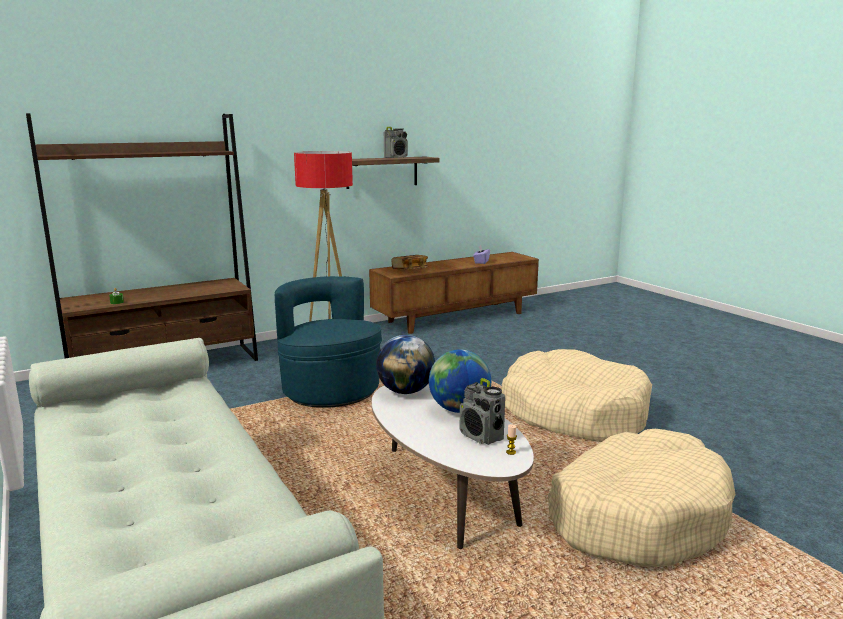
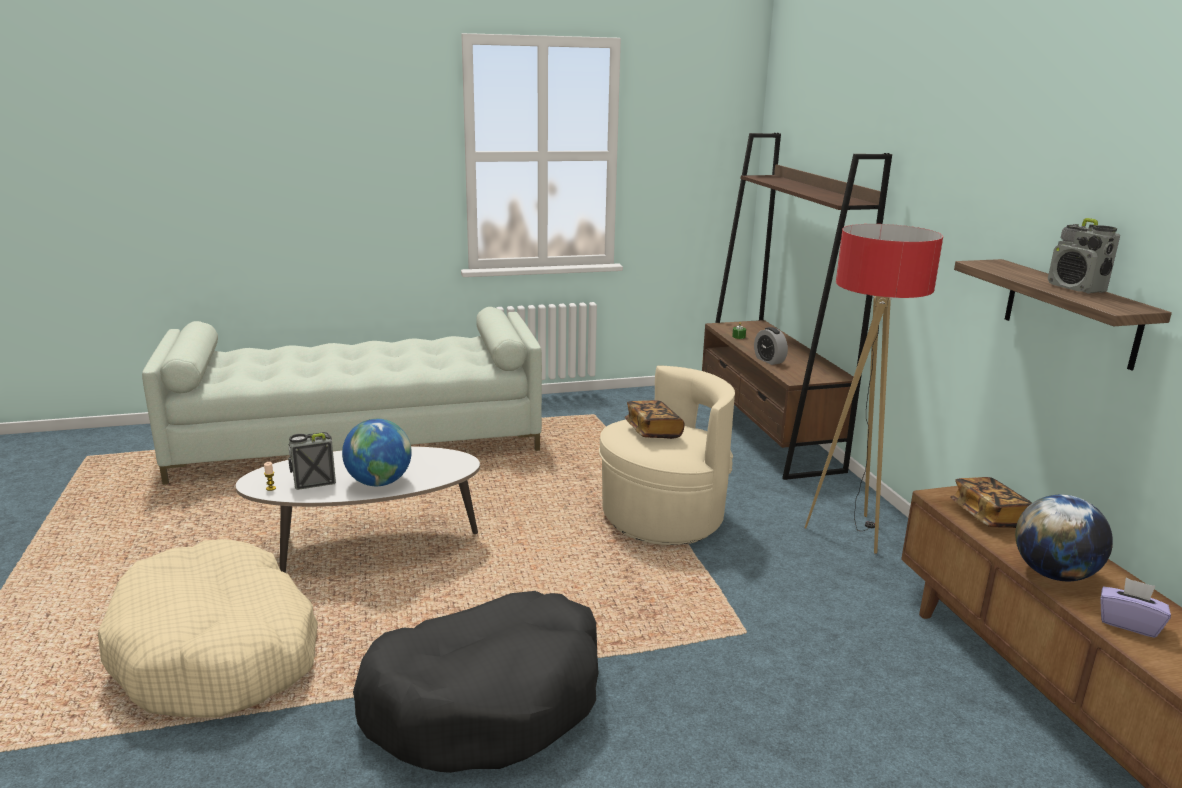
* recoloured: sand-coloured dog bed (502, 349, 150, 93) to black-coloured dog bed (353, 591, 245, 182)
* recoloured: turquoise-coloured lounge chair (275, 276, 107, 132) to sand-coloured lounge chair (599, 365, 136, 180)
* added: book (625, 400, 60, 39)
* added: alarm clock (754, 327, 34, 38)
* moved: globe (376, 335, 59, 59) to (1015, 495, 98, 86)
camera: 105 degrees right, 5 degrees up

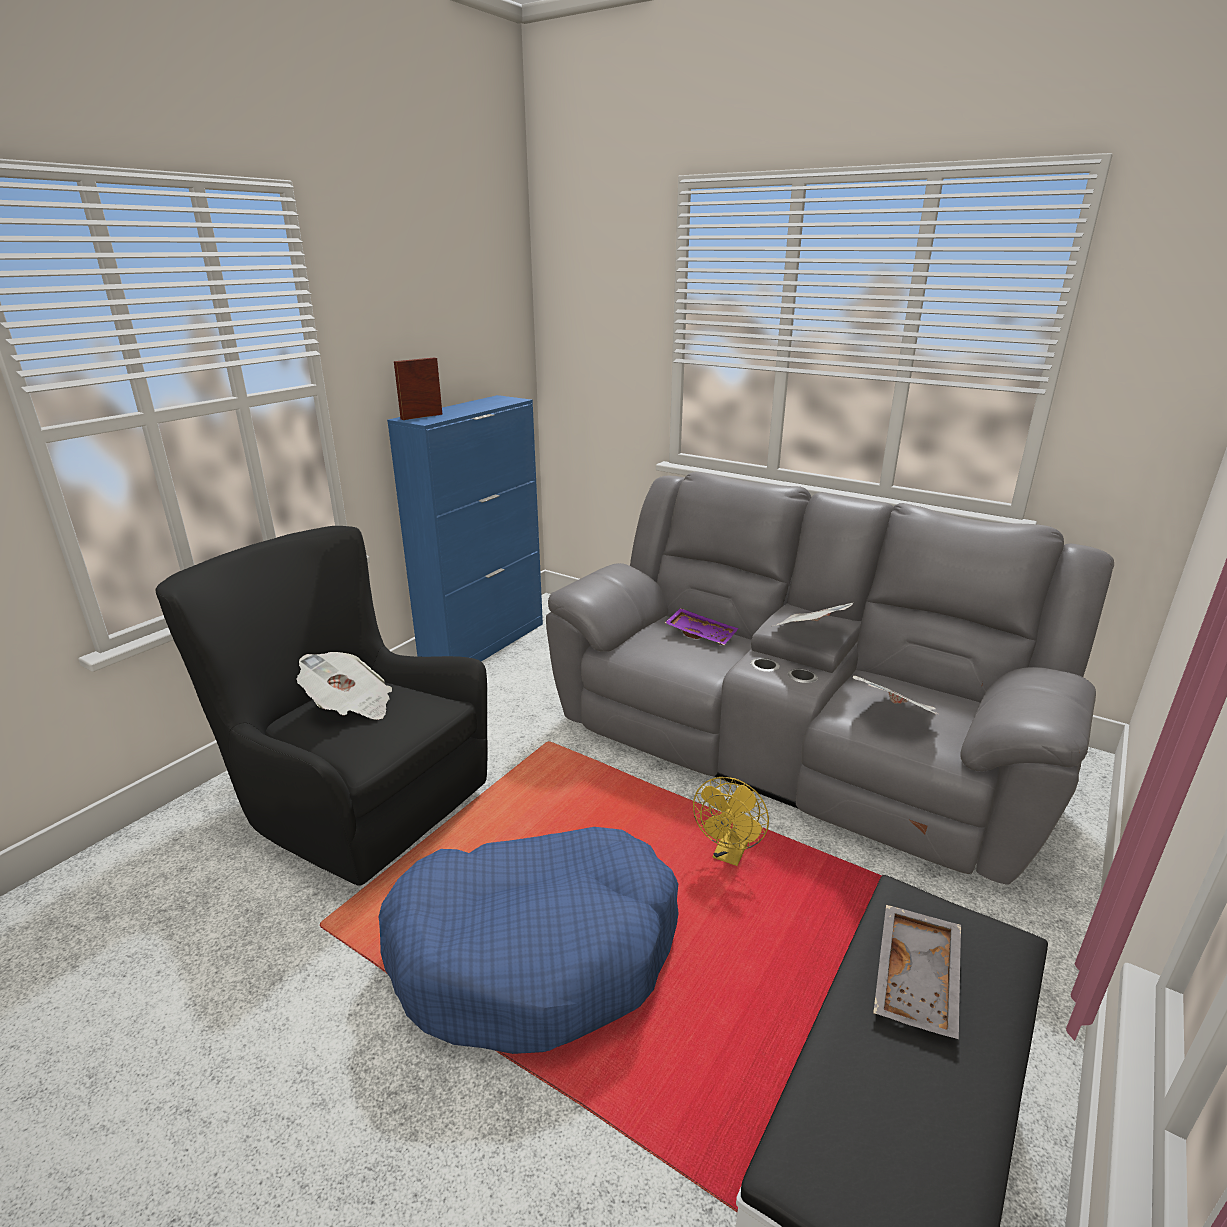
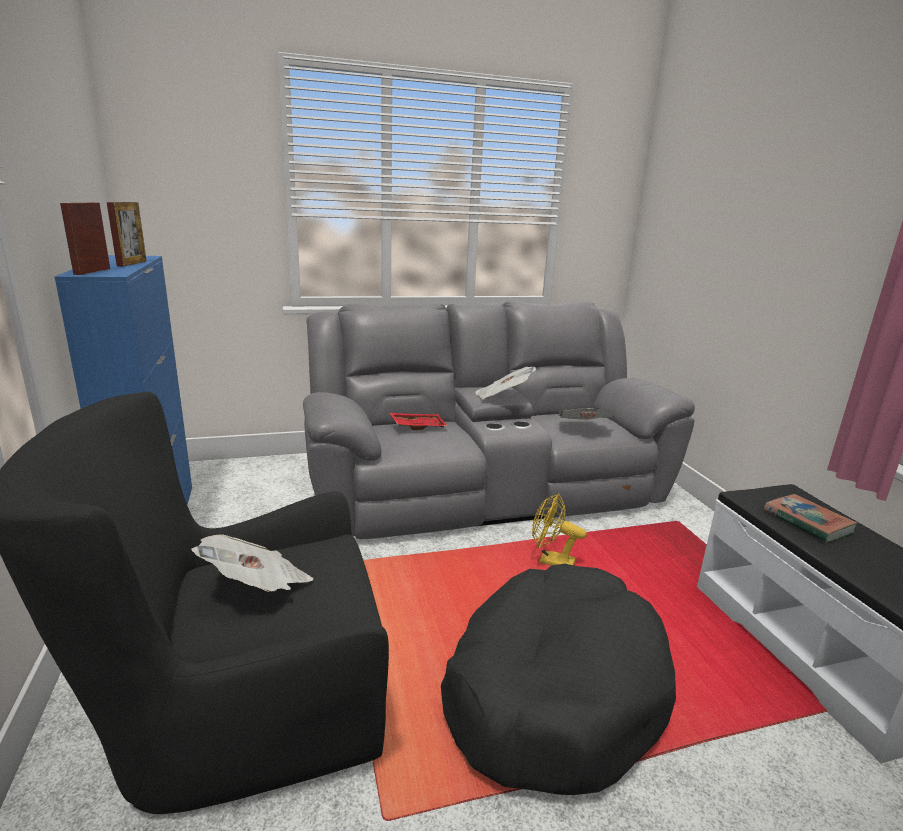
* added: photo frame (107, 202, 40, 64)
* recoloured: purplish carrying tray (665, 608, 74, 37) to reddish carrying tray (390, 413, 58, 17)
* recoloured: bluish dog bed (378, 827, 301, 227) to black-coloured dog bed (441, 564, 235, 231)
* turned: yellow-coloured fan (693, 777, 76, 89) = (532, 493, 55, 73) 135 degrees clockwise
* replaced: greyish carrying tray (873, 905, 88, 134) to book (764, 494, 94, 49)
camera: 50 degrees left, 5 degrees down

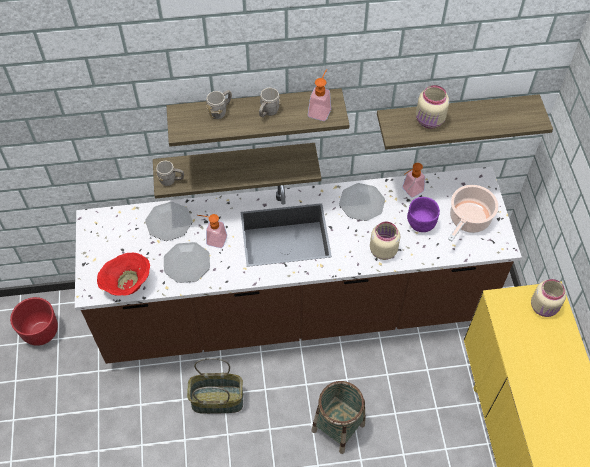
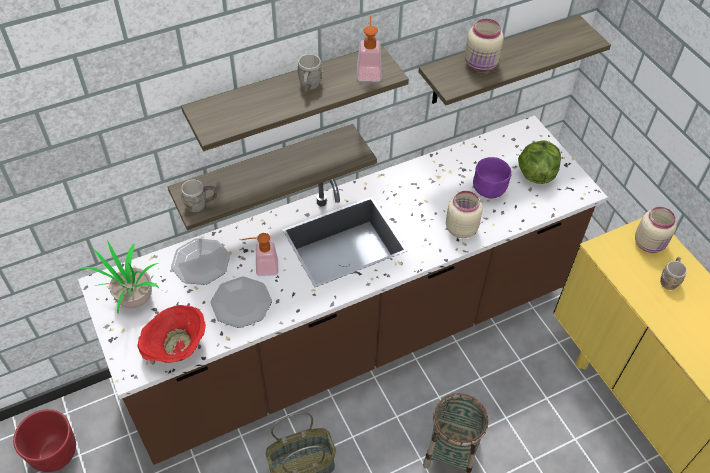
* added: houseplant (79, 240, 80, 73)
* replaced: cooking pot (448, 185, 50, 56) to head of lettuce (518, 140, 43, 44)
* moved: greyish tea mug (206, 90, 26, 29) to (660, 257, 27, 33)
* removed: flat dish (339, 183, 46, 38)
* removed: soap dispenser (402, 163, 23, 35)
camera: 20 degrees left, 5 degrees down

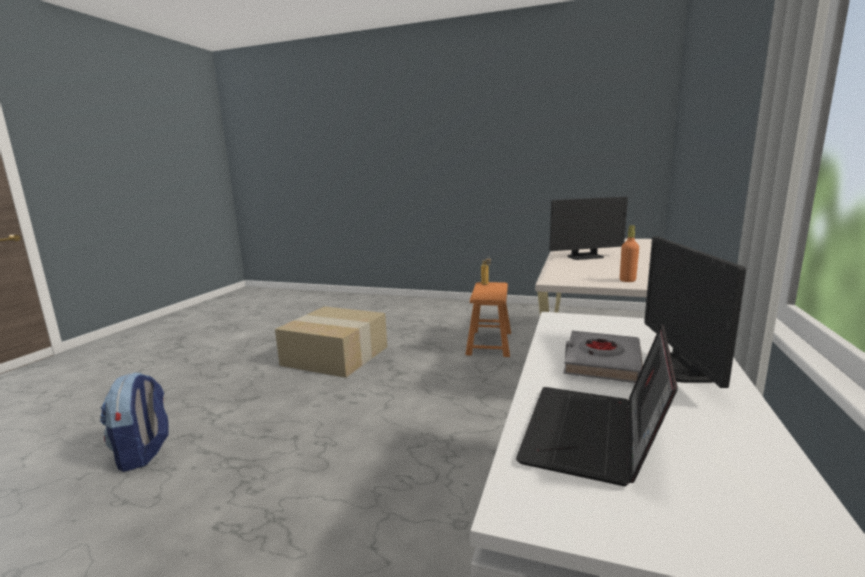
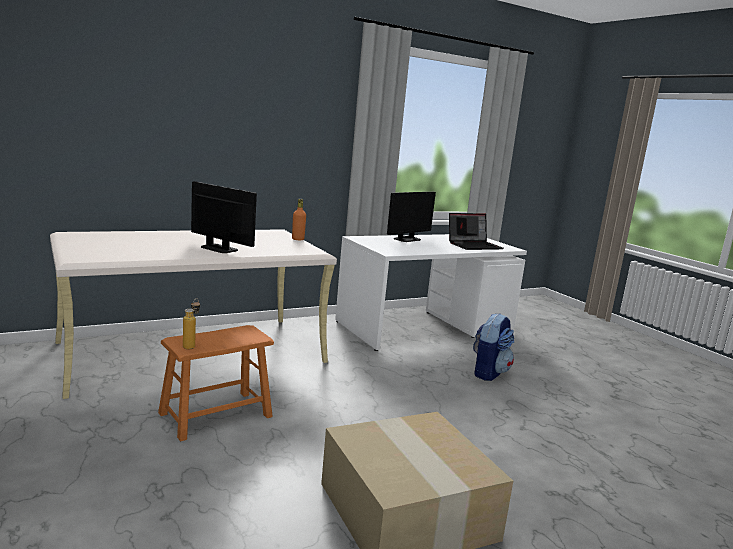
* moved: backpack (100, 372, 69, 100) to (473, 313, 41, 68)
* removed: greyish book (563, 331, 80, 52)
camera: 140 degrees left, 0 degrees up

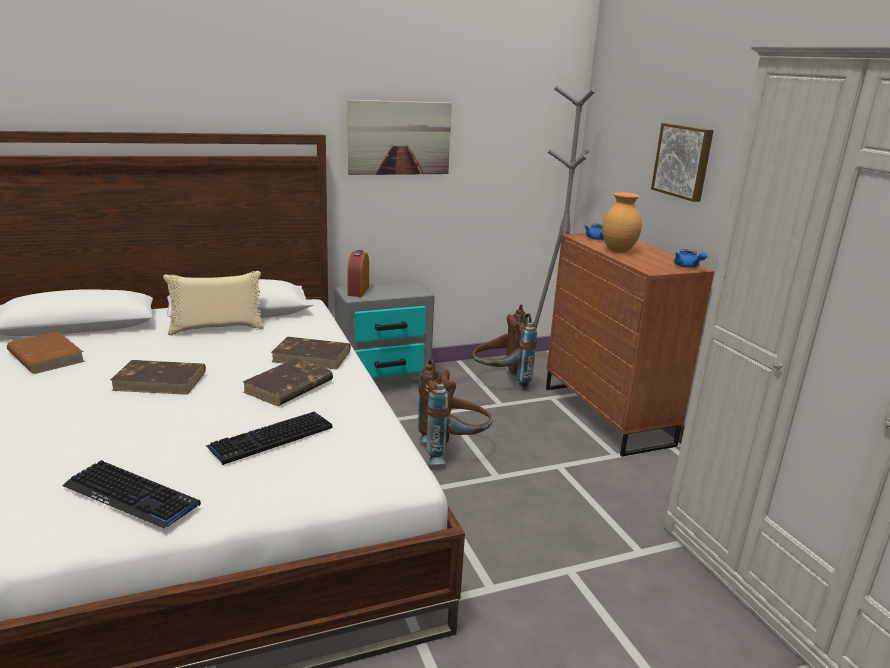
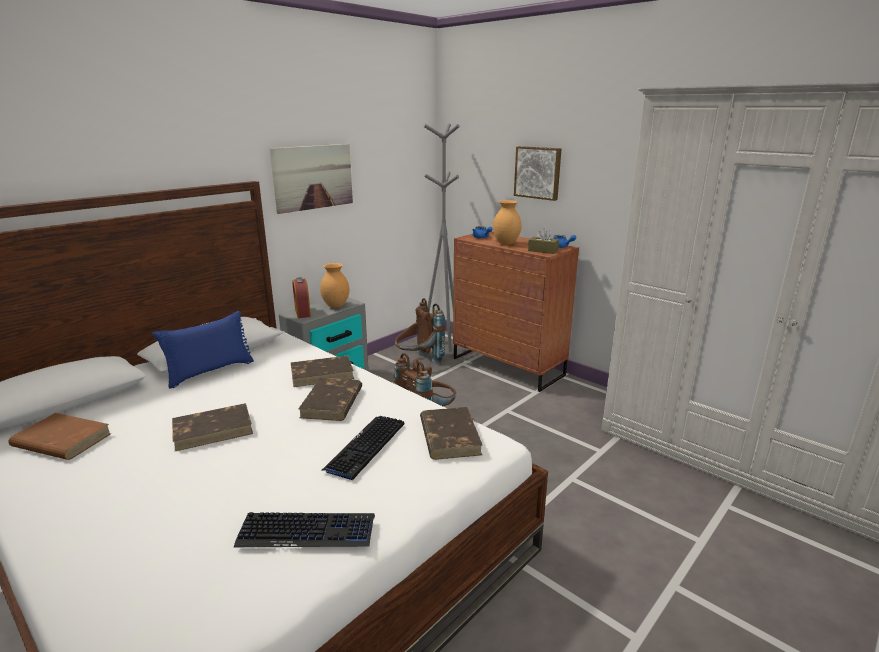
* recoloured: sand-coloured cushion (163, 271, 101, 65) to bluish cushion (152, 311, 102, 77)
* added: brownish decorative vase (320, 263, 29, 45)
* added: brownish book (420, 407, 62, 53)
* added: brownish box of tissues (528, 228, 31, 26)
camera: 25 degrees left, 0 degrees up

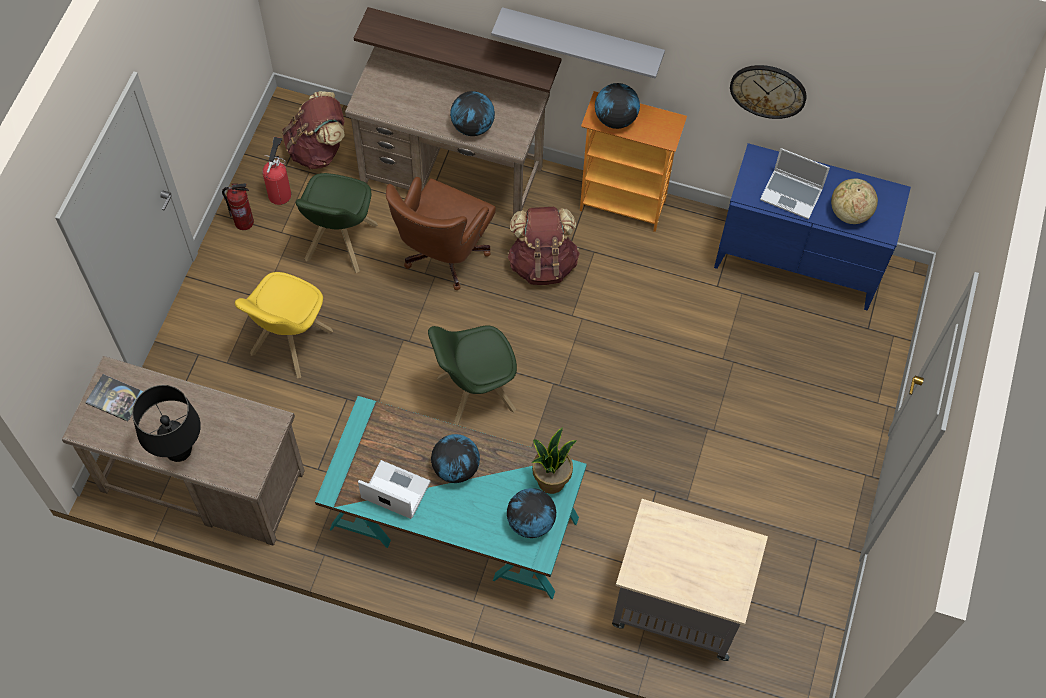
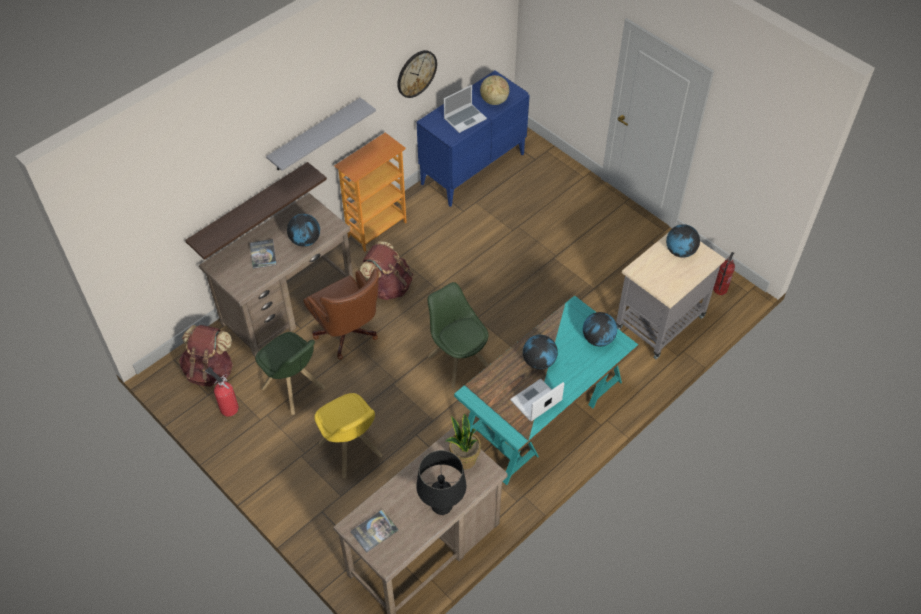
* added: book (250, 239, 27, 30)
* turned: greenish plain chair (428, 325, 89, 100) = (428, 282, 61, 106) 135 degrees clockwise
* moved: houseplant (531, 427, 46, 67) to (446, 413, 35, 56)
* moved: globe (595, 83, 45, 46) to (666, 224, 34, 34)
* moved: extinguisher (222, 183, 32, 47) to (713, 252, 22, 43)
camera: 60 degrees left, 10 degrees down

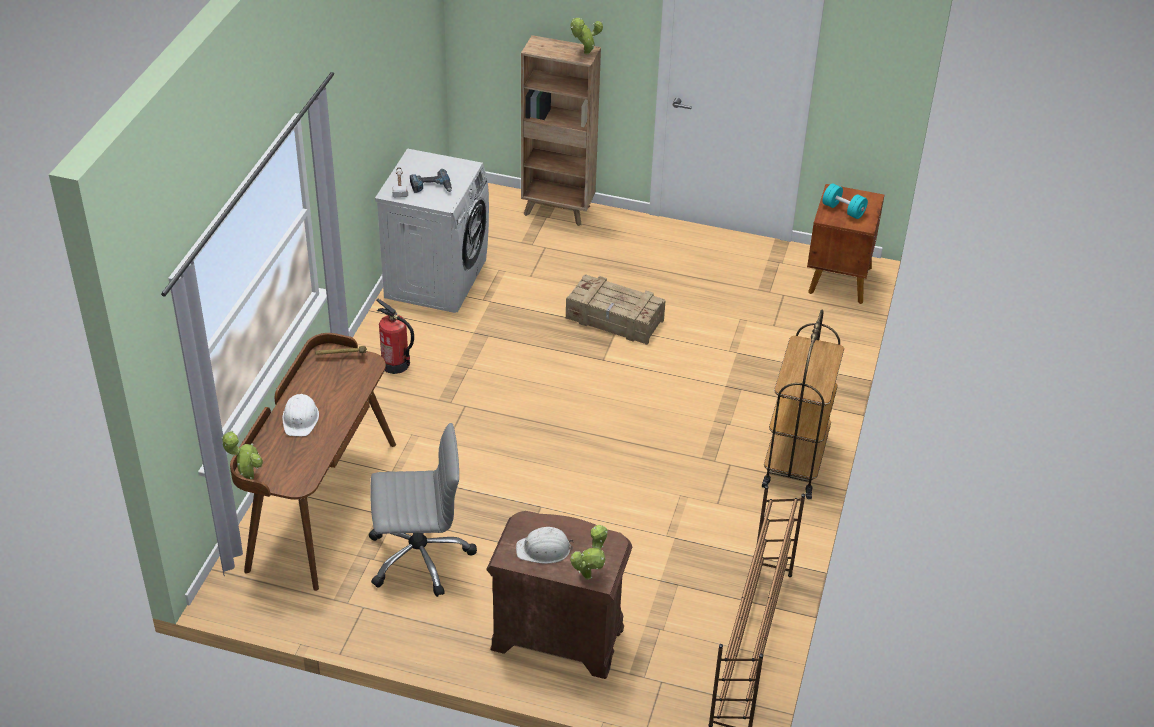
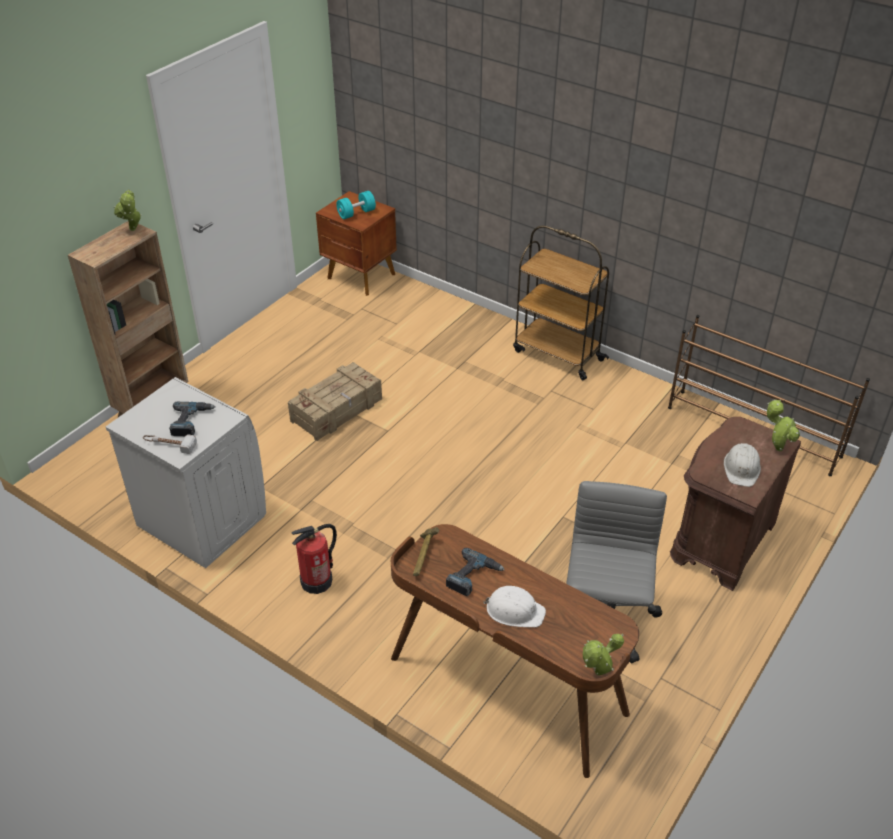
* added: electric drill (446, 548, 59, 48)
camera: 70 degrees left, 0 degrees up

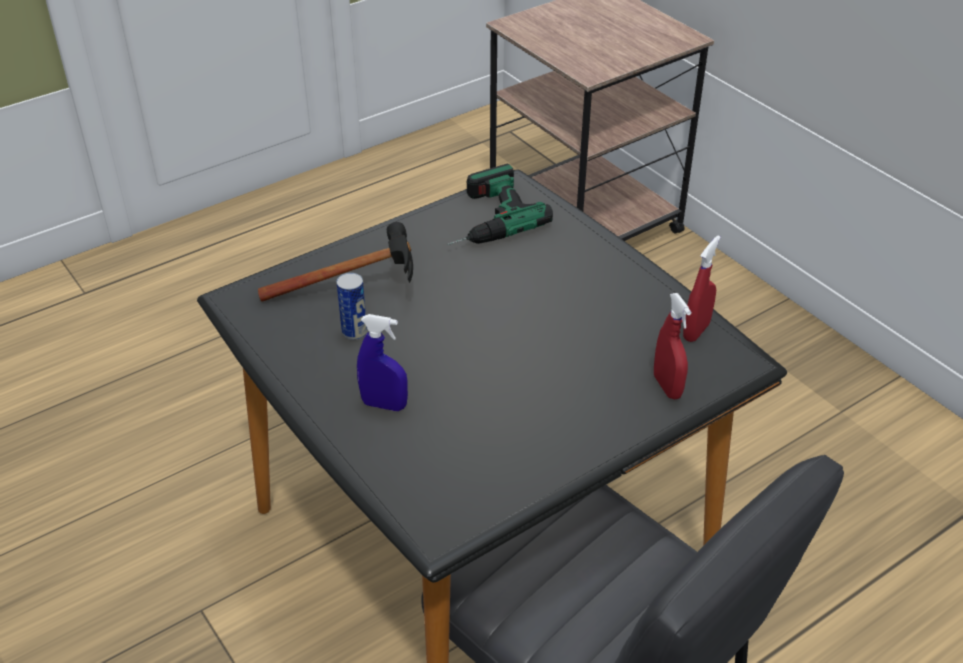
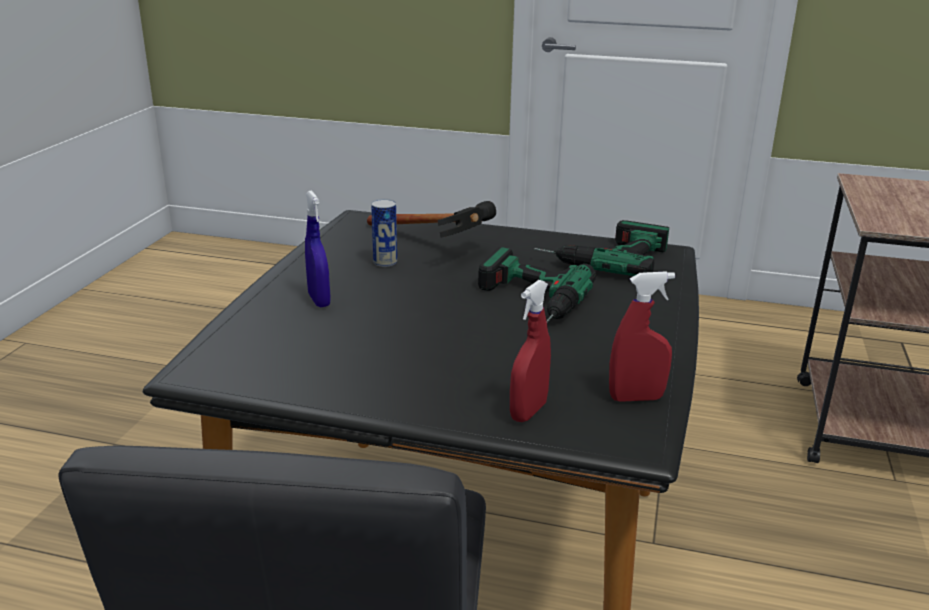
* added: electric drill (478, 247, 118, 75)
camera: 50 degrees right, 15 degrees down

